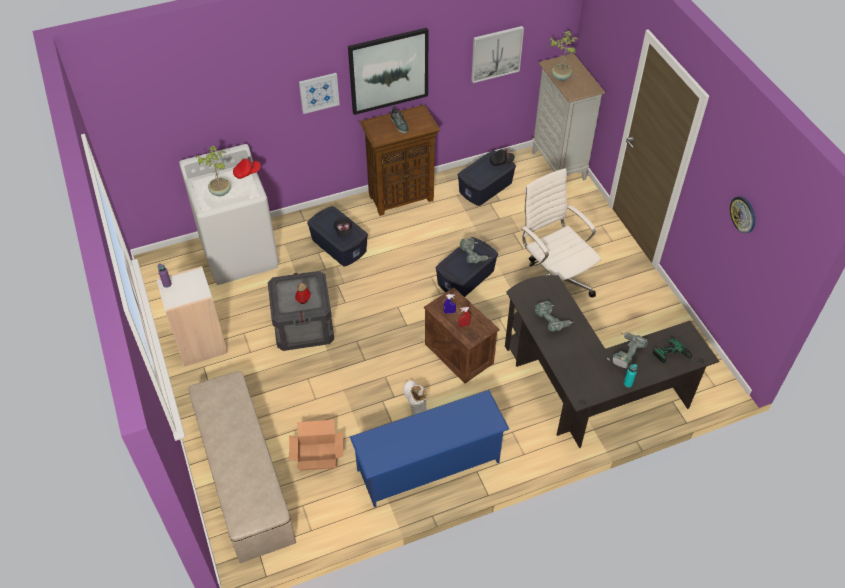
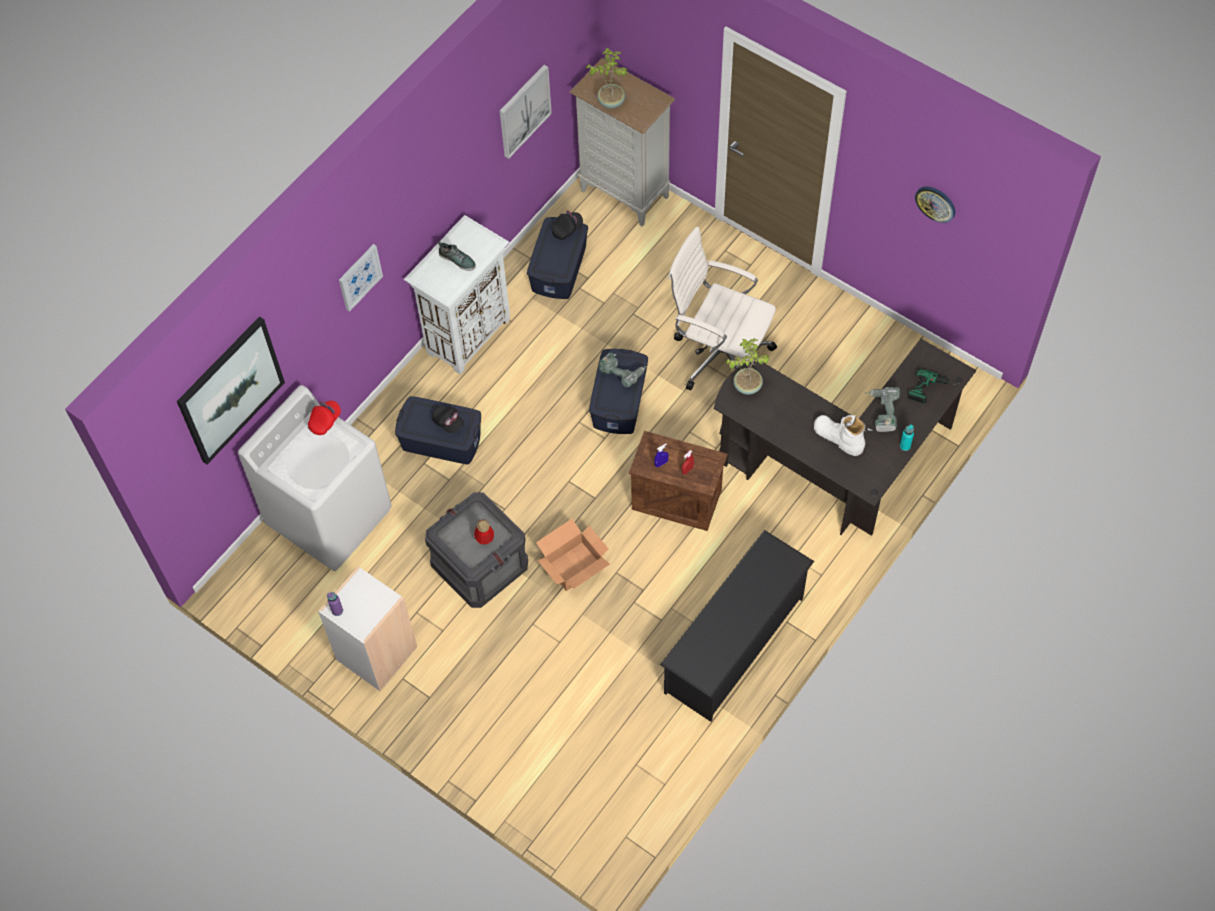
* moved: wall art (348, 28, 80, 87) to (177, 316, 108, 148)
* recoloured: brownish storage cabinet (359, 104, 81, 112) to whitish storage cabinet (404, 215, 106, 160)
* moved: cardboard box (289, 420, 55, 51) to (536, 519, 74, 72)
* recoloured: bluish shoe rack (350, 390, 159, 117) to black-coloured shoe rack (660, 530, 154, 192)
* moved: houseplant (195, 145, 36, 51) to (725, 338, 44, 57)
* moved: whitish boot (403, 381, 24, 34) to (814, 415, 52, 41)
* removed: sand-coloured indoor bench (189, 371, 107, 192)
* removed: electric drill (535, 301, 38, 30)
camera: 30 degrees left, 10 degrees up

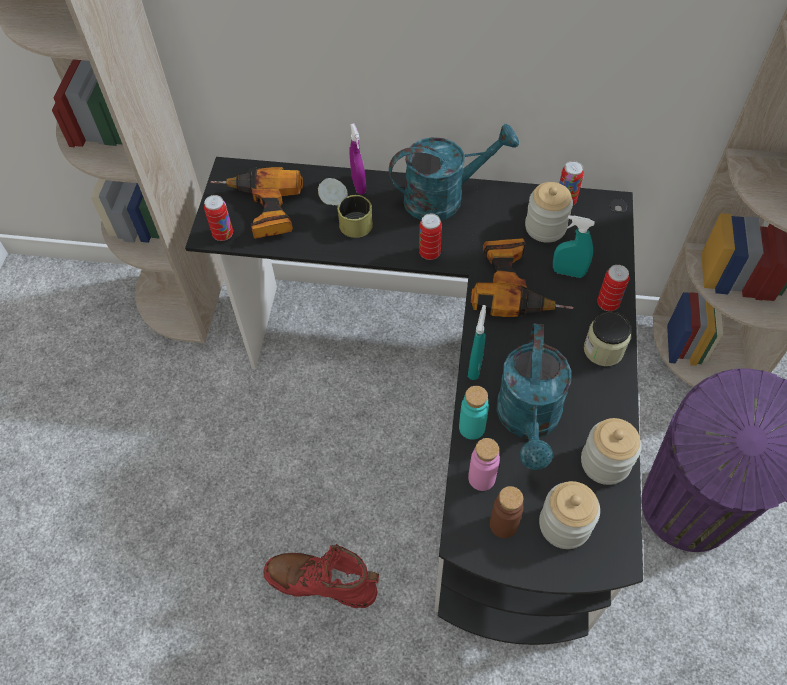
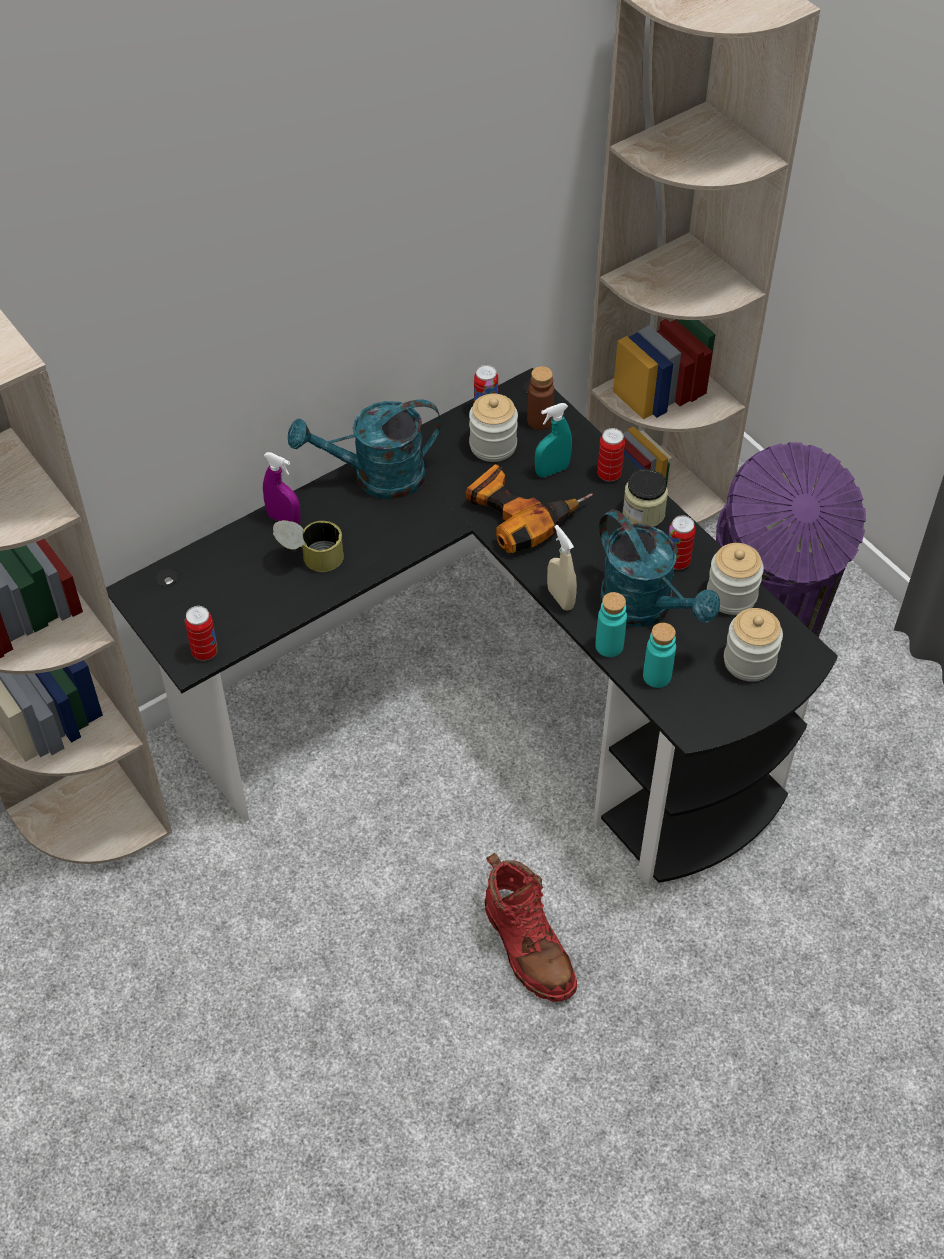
* turned: turquoise-coloured watering can (389, 124, 130, 96) = (288, 399, 153, 101) 135 degrees counterclockwise
* turned: reddish boot (264, 544, 115, 64) = (485, 853, 92, 149) 90 degrees counterclockwise
* moved: brownish bottle (490, 486, 33, 52) to (527, 366, 27, 64)
* recoloured: turquoise-coloured spray bottle (468, 305, 18, 75) to sand-coloured spray bottle (547, 525, 30, 86)
* recoloured: pinkish bottle (468, 438, 32, 53) to turquoise-coloured bottle (643, 623, 33, 65)
* moved: sealed can (419, 214, 23, 46) to (668, 515, 28, 55)
* removed: electric drill (210, 167, 93, 72)
camera: 45 degrees left, 5 degrees down

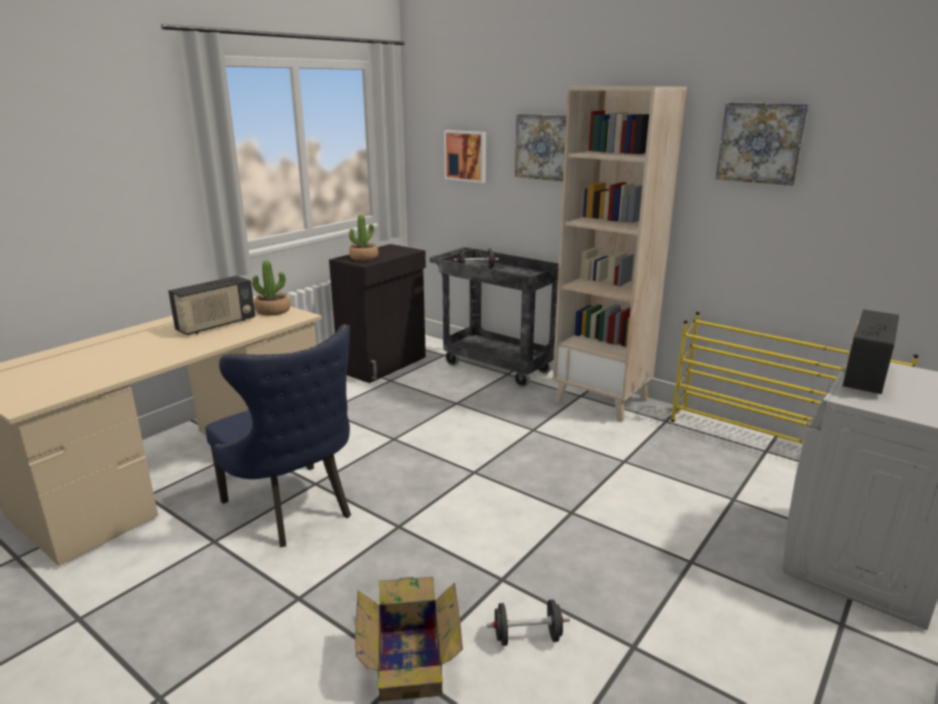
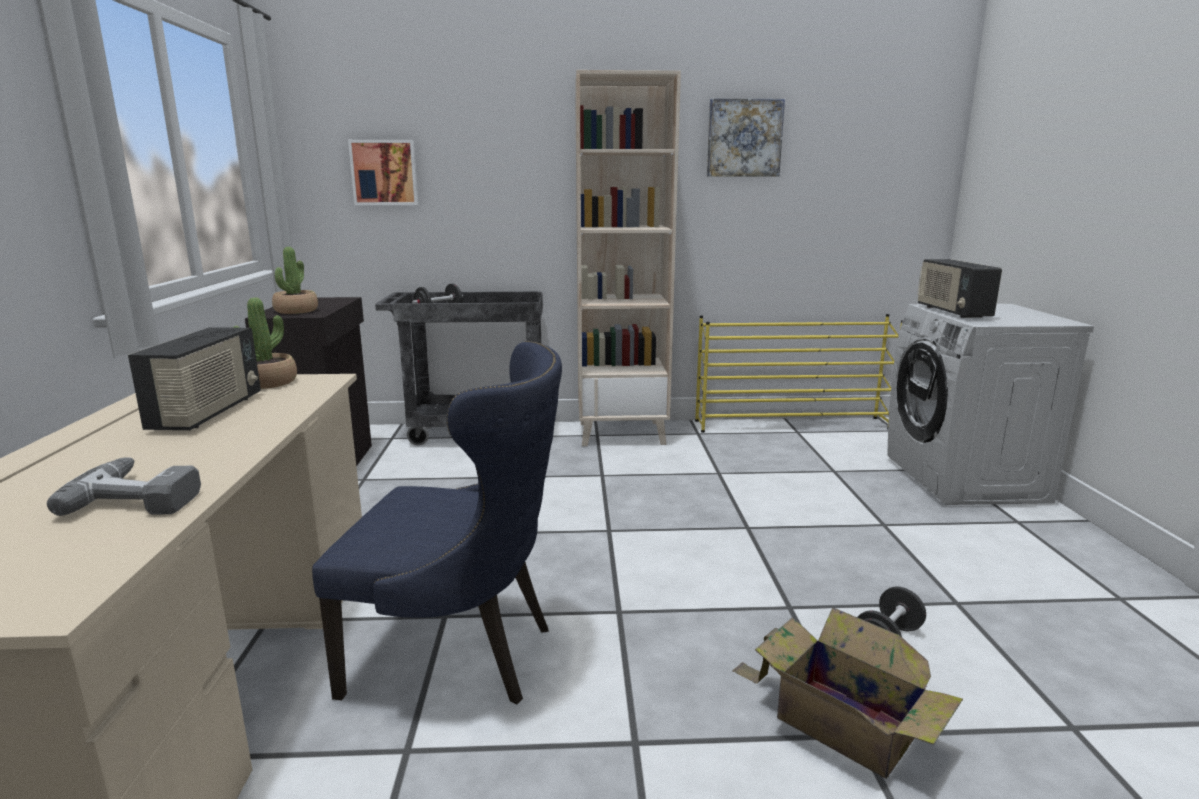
* added: electric drill (47, 457, 154, 59)
* removed: wall art (515, 114, 51, 67)
camera: 40 degrees left, 5 degrees down

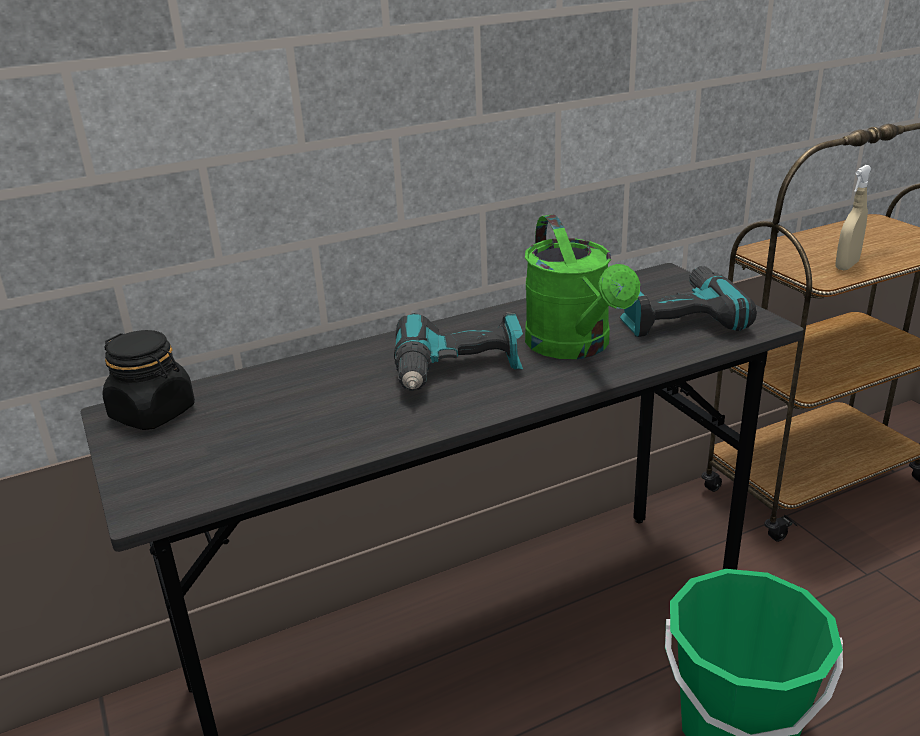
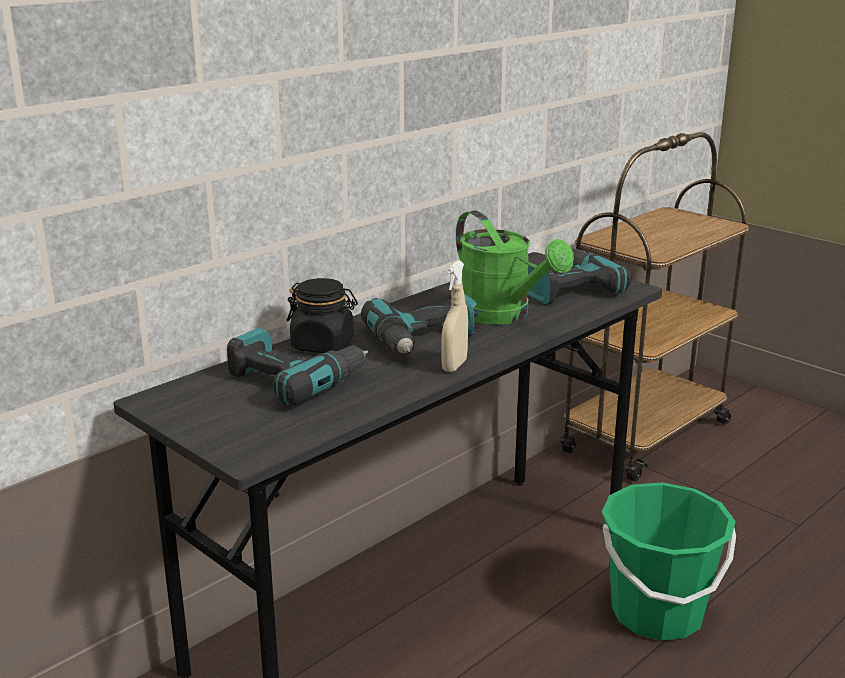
* added: electric drill (227, 328, 141, 78)
* moved: black-coloured preserve jar (103, 330, 92, 100) to (287, 278, 71, 75)
* moved: sand-coloured spray bottle (835, 165, 37, 105) to (441, 261, 27, 111)
camera: 20 degrees left, 5 degrees down

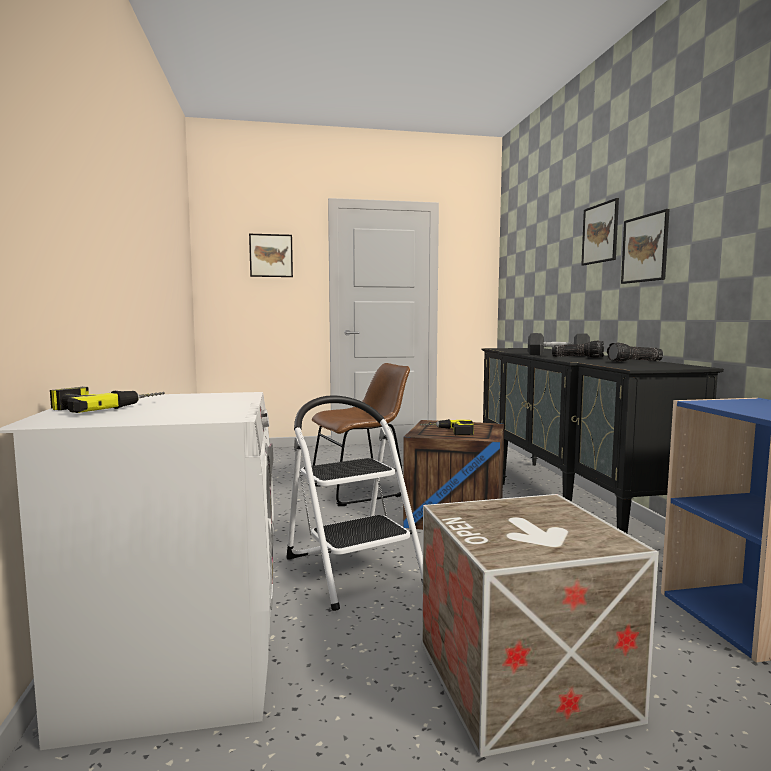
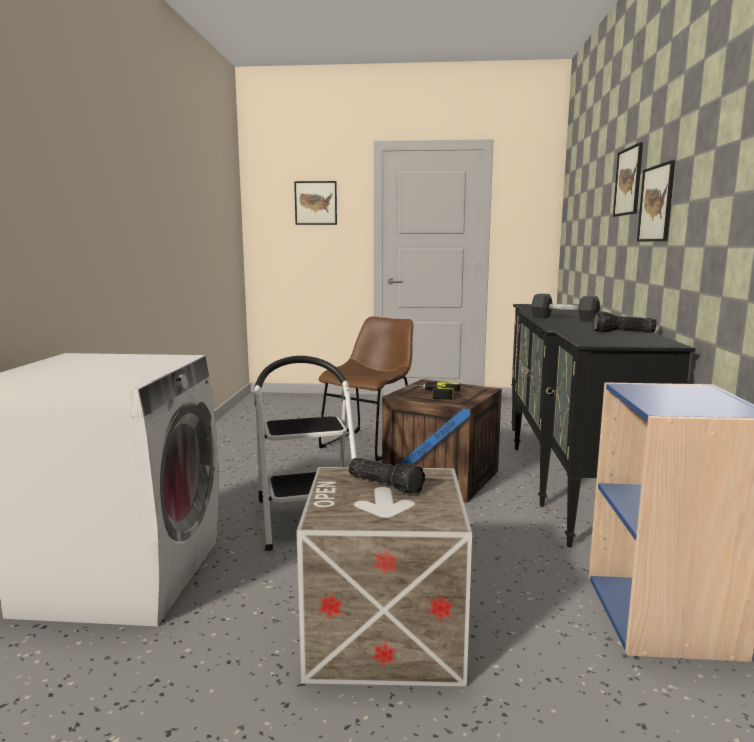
* turned: brownish plain chair (312, 363, 98, 143) = (318, 316, 96, 145) 45 degrees counterclockwise
* moved: hand torch (552, 340, 52, 18) to (348, 458, 77, 36)
* removed: electric drill (50, 387, 115, 26)
camera: 15 degrees right, 5 degrees up

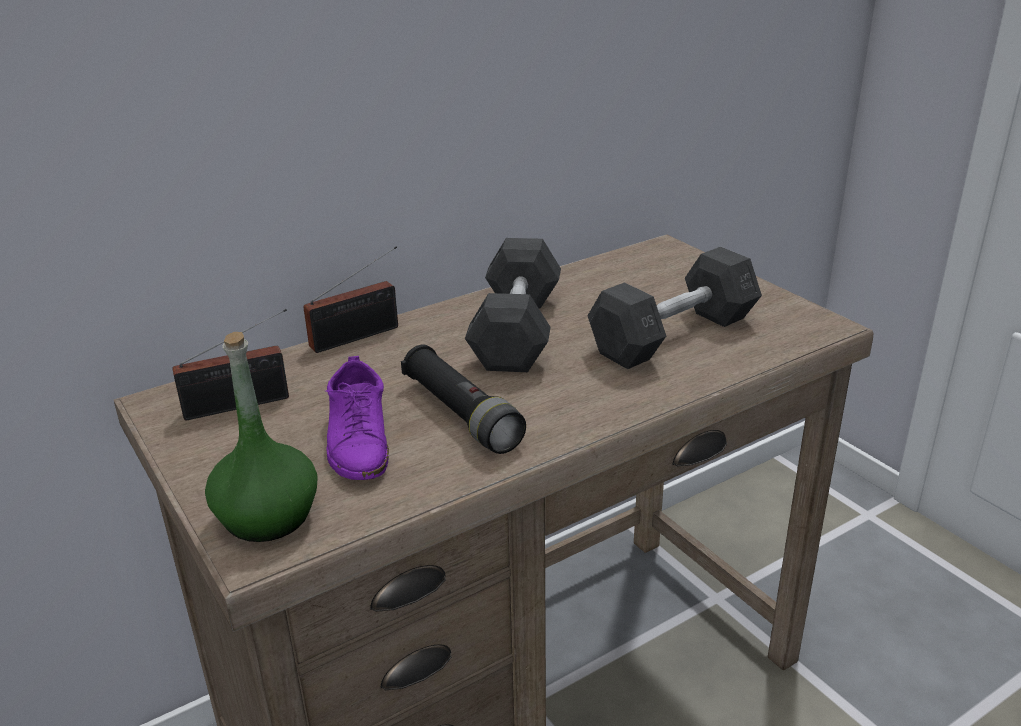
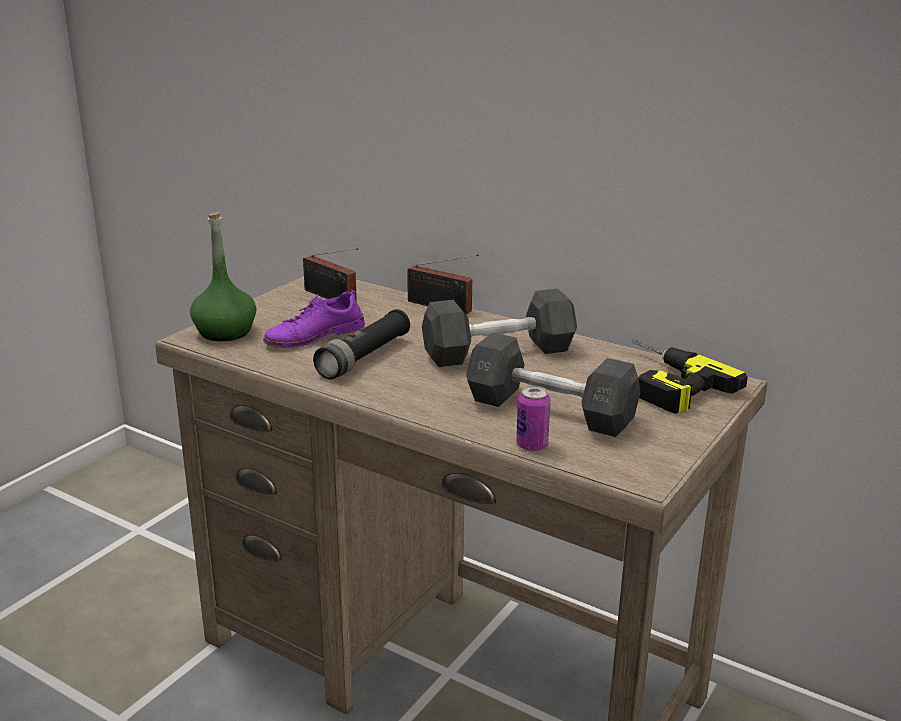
* added: sealed can (516, 386, 35, 66)
* added: electric drill (632, 339, 116, 75)
camera: 65 degrees right, 5 degrees down

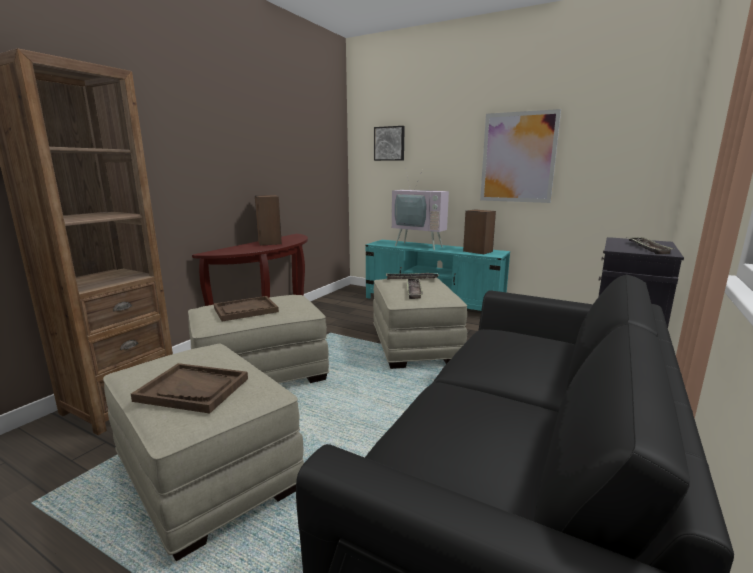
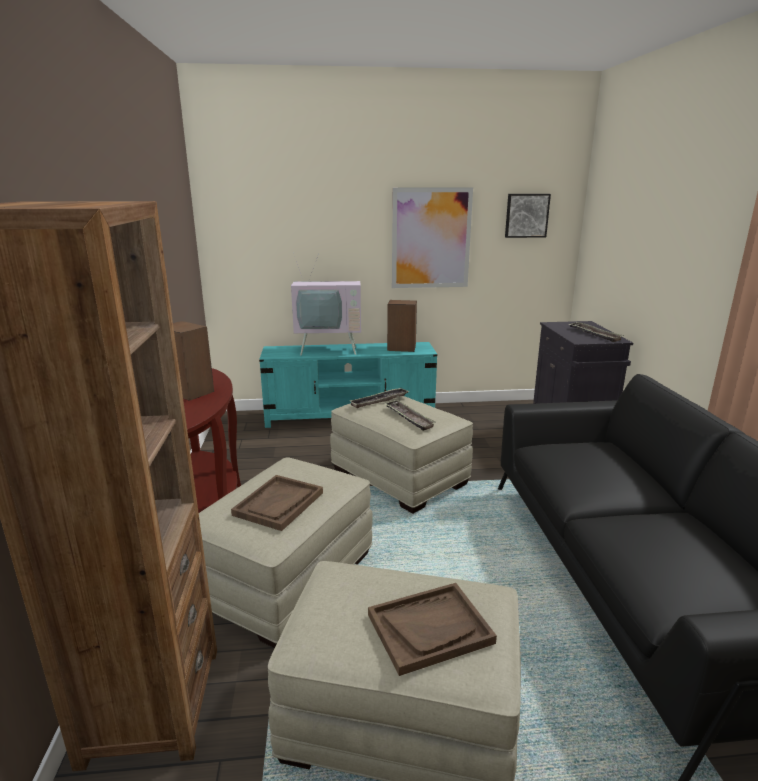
* moved: wall art (374, 126, 31, 35) to (505, 194, 46, 44)
camera: 35 degrees left, 5 degrees up

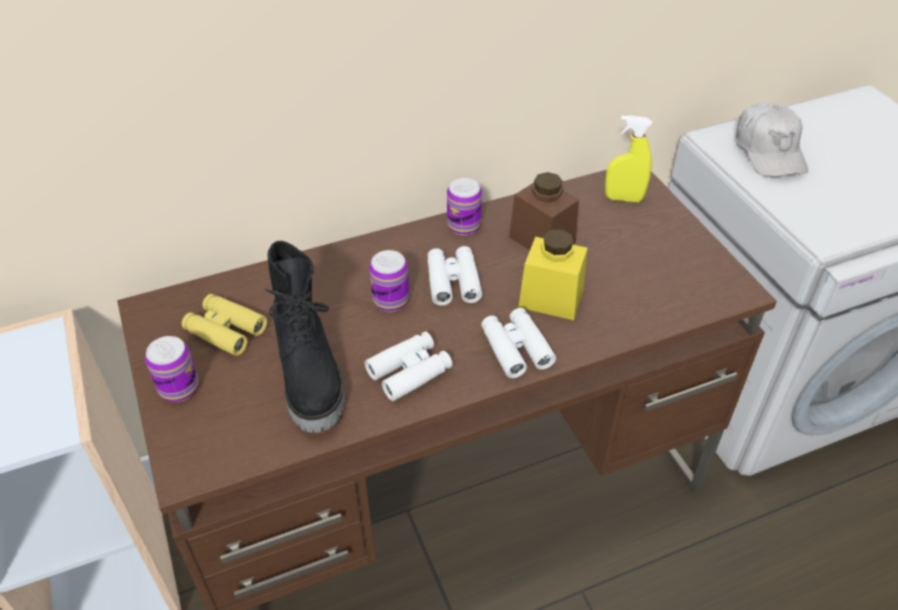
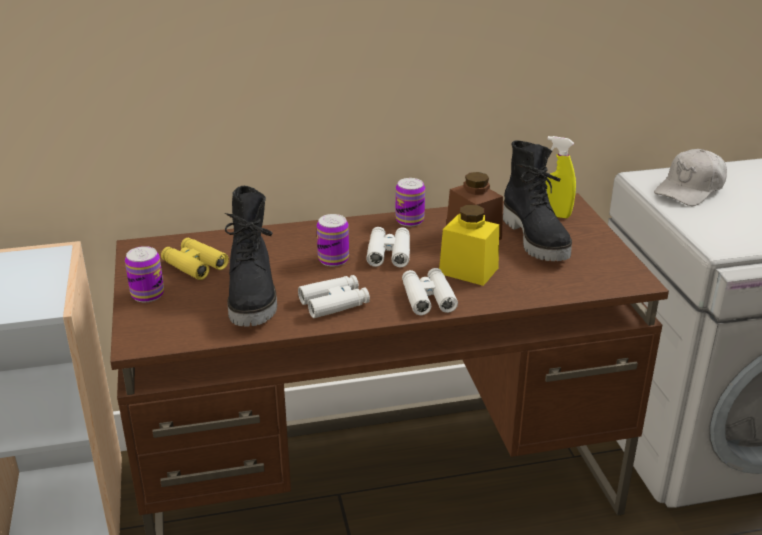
* added: black-coloured boot (503, 140, 69, 121)
* turned: whitish baseball cap (736, 102, 72, 75) = (654, 149, 73, 57) 45 degrees clockwise
camera: 10 degrees right, 15 degrees down

